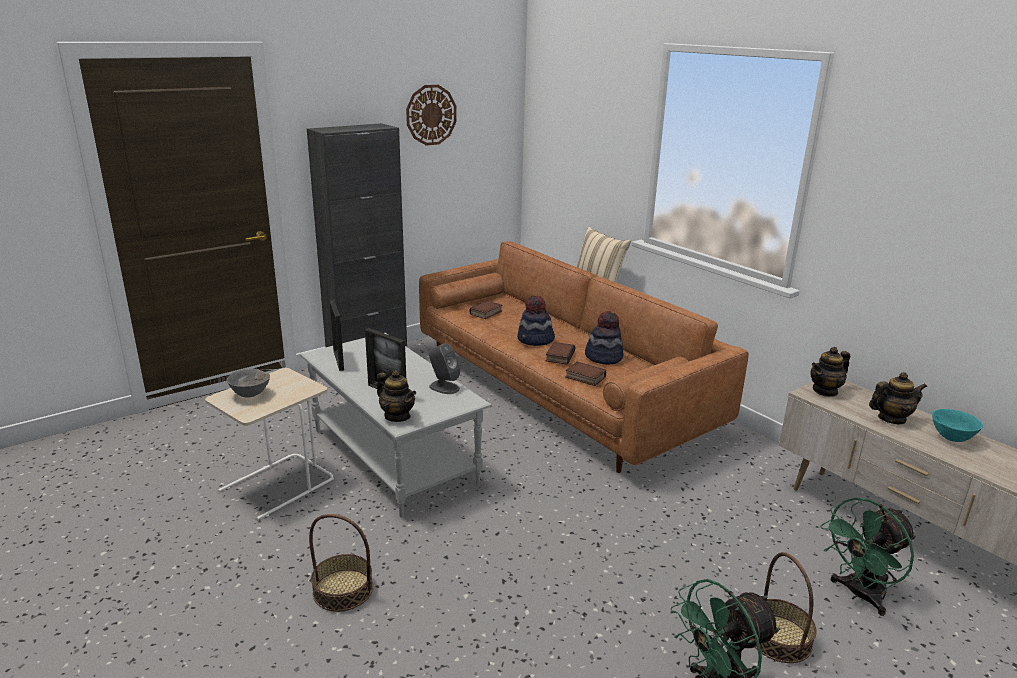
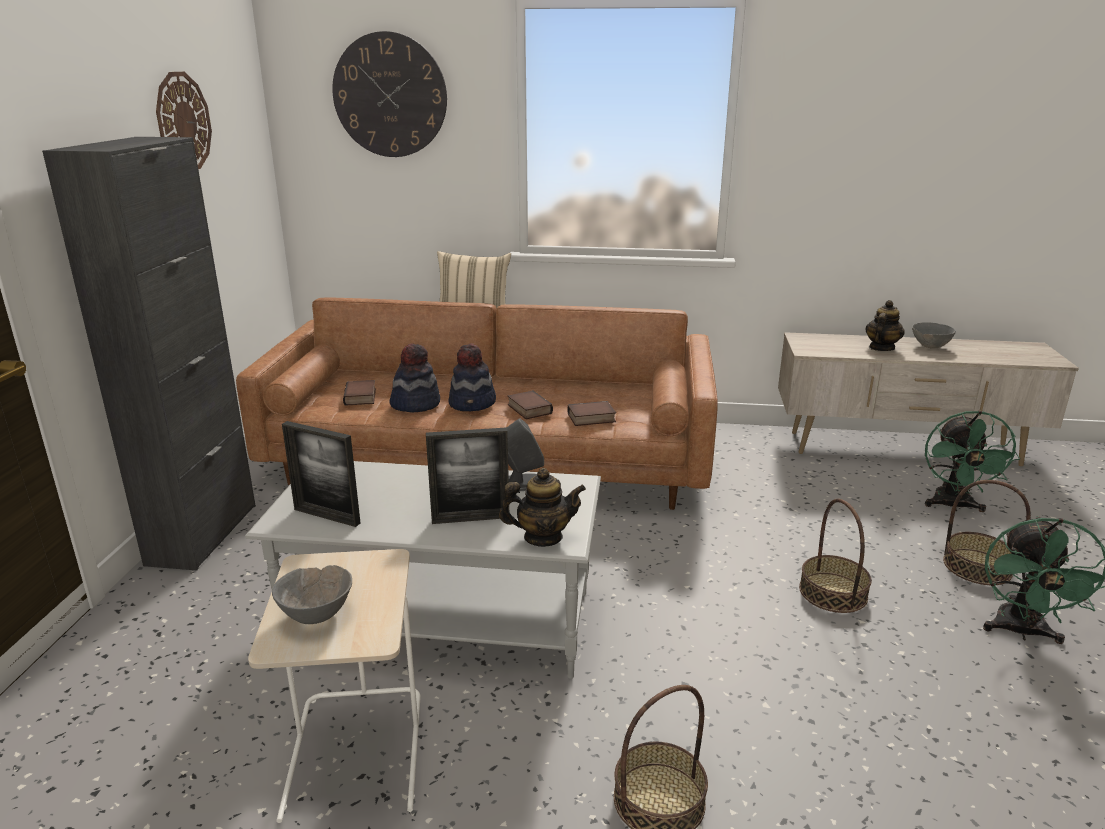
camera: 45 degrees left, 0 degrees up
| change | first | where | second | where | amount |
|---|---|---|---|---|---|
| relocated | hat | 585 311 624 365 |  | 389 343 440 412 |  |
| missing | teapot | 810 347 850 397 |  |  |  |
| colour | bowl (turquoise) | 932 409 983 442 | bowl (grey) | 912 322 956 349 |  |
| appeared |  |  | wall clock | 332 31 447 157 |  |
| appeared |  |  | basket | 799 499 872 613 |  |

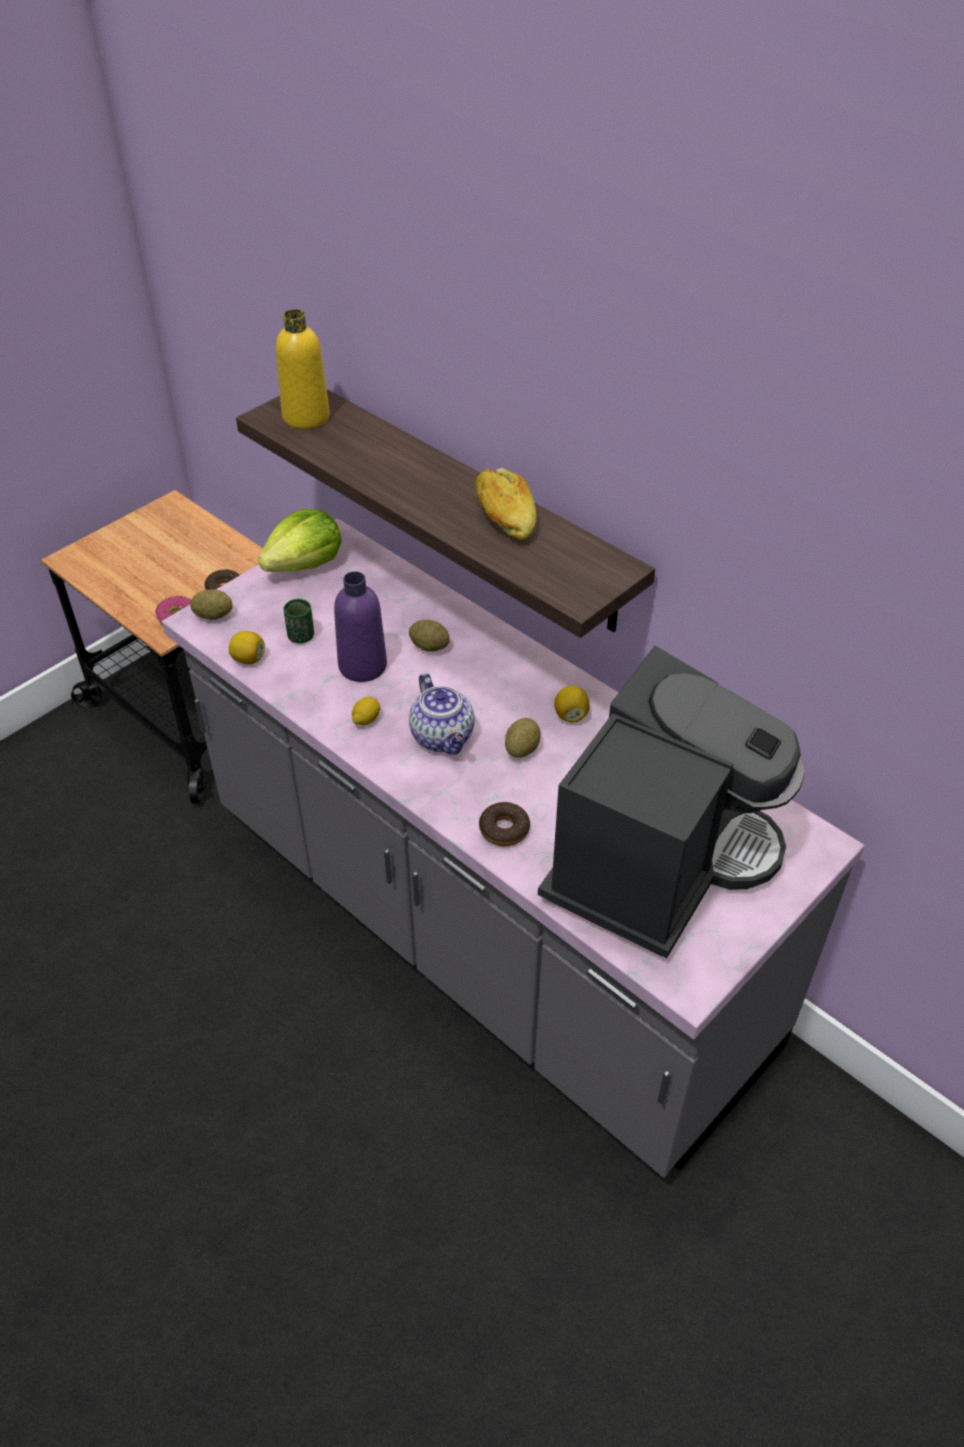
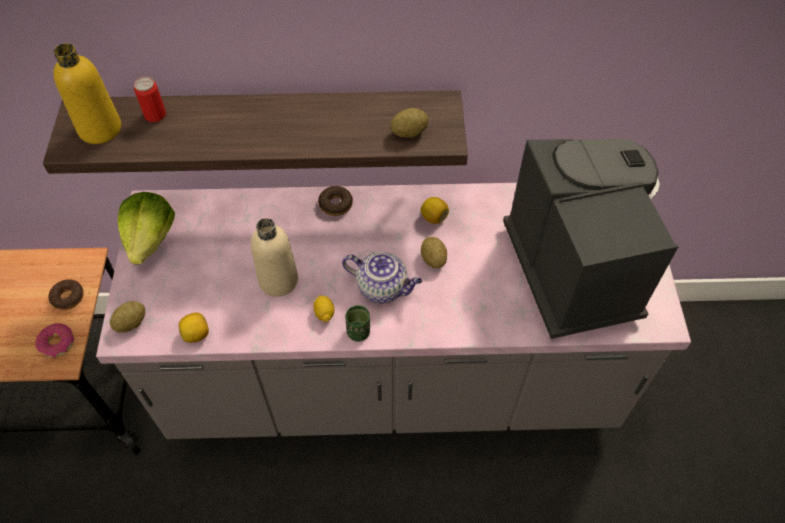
camera: 45 degrees left, 10 degrees up
| change | first | where | second | where | amount |
|---|---|---|---|---|---|
| missing | bread | 475 468 537 540 |  |  |  |
| colour | bottle (purple) | 334 572 387 682 | bottle (beige) | 251 218 298 297 |  |
| relocated | cup (green) | 283 599 314 644 |  | 345 305 370 341 |  |
| relocated | potato | 409 620 450 652 |  | 391 108 429 138 |  |
| relocated | donut | 479 802 530 846 |  | 318 186 353 216 |  |
| appeared |  |  | can | 134 77 166 122 |  |

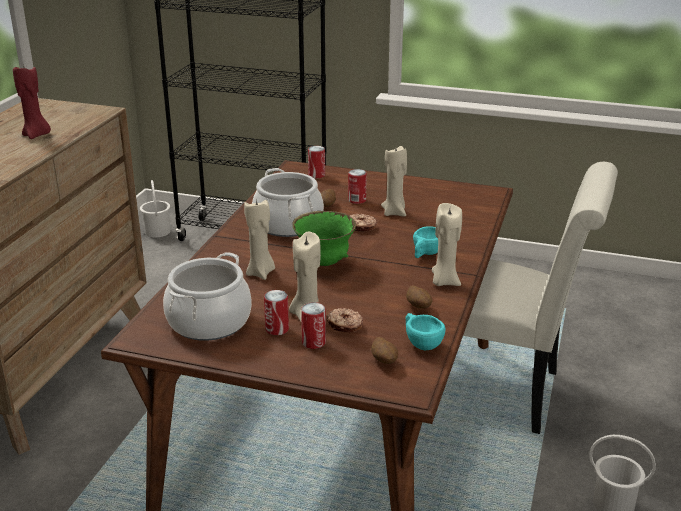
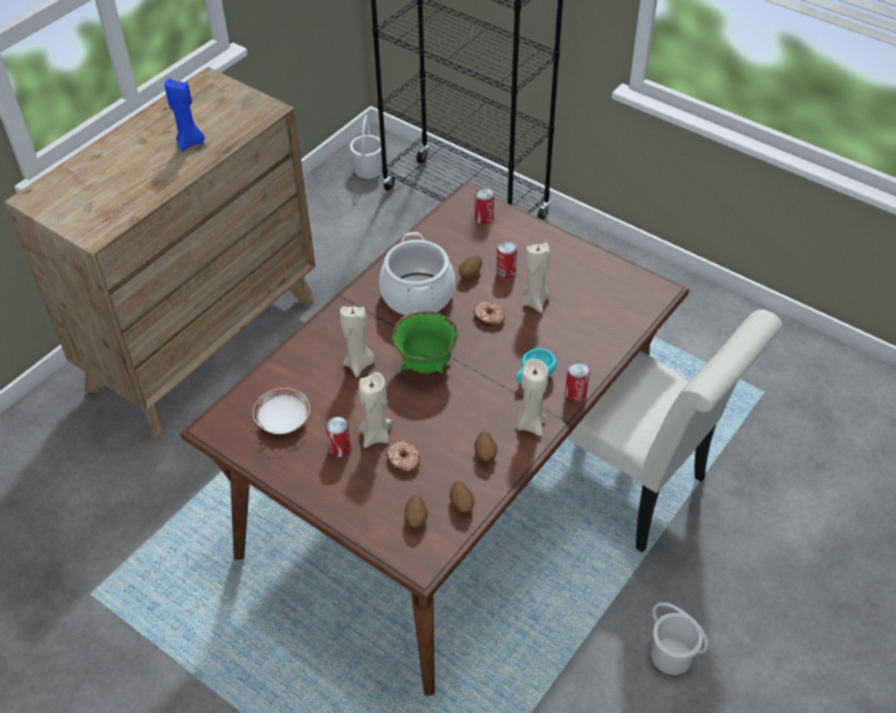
camera: 20 degrees right, 20 degrees up
| change | first | where | second | where | amount |
|---|---|---|---|---|---|
| colour | candle (red) | 13 64 51 139 | candle (blue) | 164 79 205 152 |  |
| exchanged | cooking pot | 163 252 252 341 | plate (white) | 253 388 310 434 |  |
| relocated | can | 301 302 326 349 |  | 565 362 590 402 |  |
| exchanged | cup (turquoise) | 406 313 446 350 | potato | 450 481 474 513 |  |

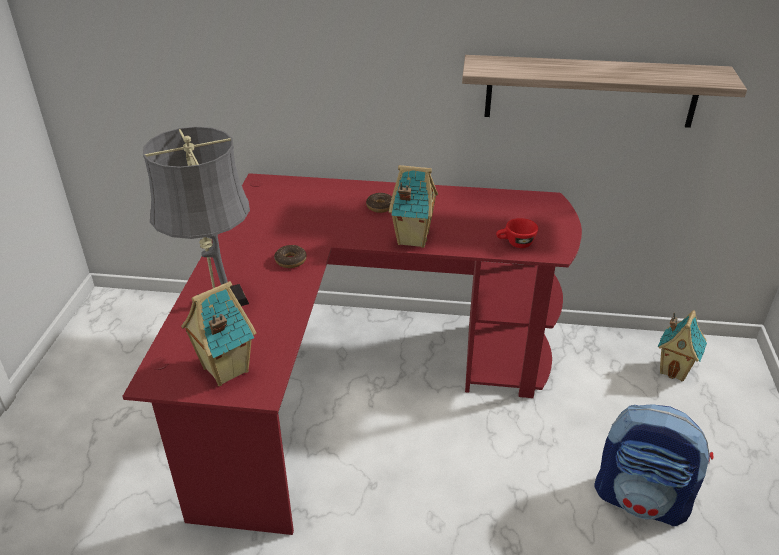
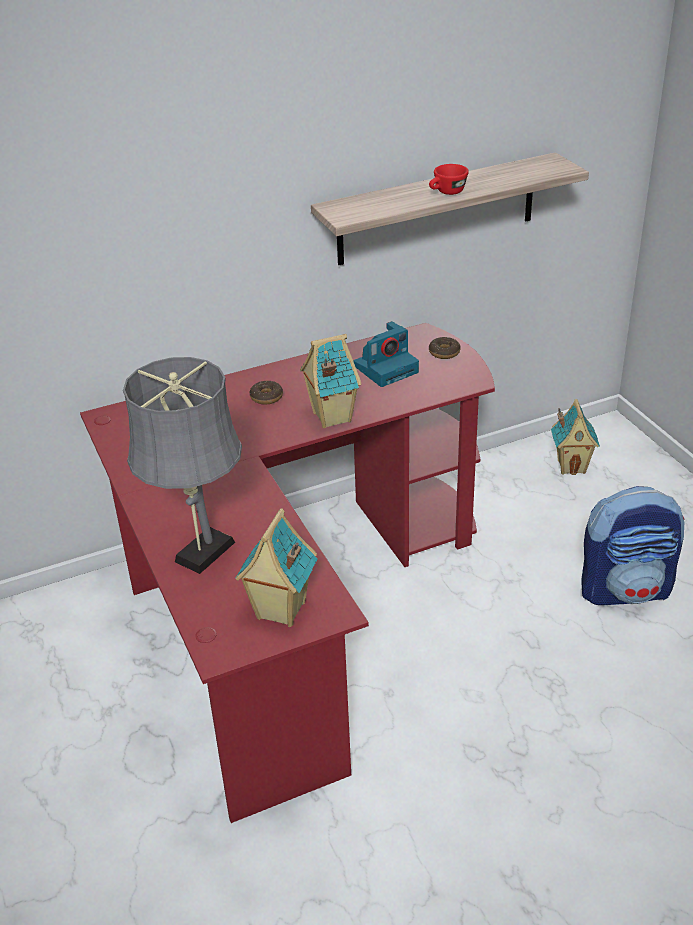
camera: 30 degrees left, 0 degrees up
| change | first | where | second | where | amount |
|---|---|---|---|---|---|
| relocated | cup (red) | 496 218 538 248 |  | 429 164 469 195 |  |
| relocated | donut | 274 245 307 268 |  | 429 337 461 359 |  |
| appeared |  |  | photo camera | 353 321 419 387 |  |

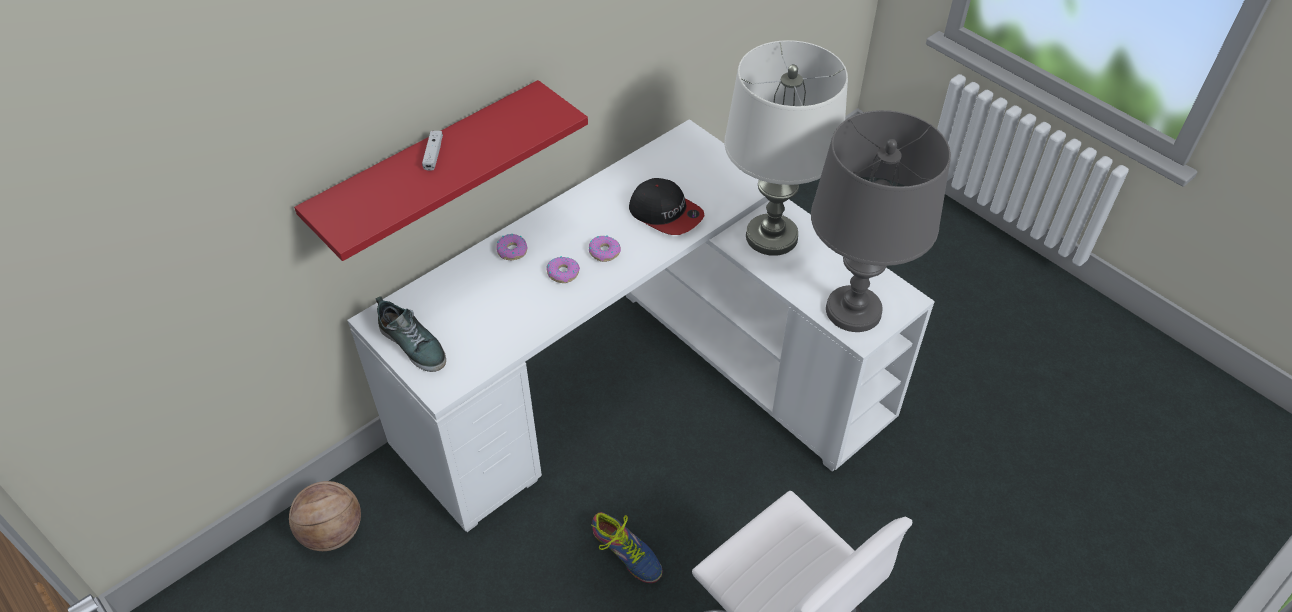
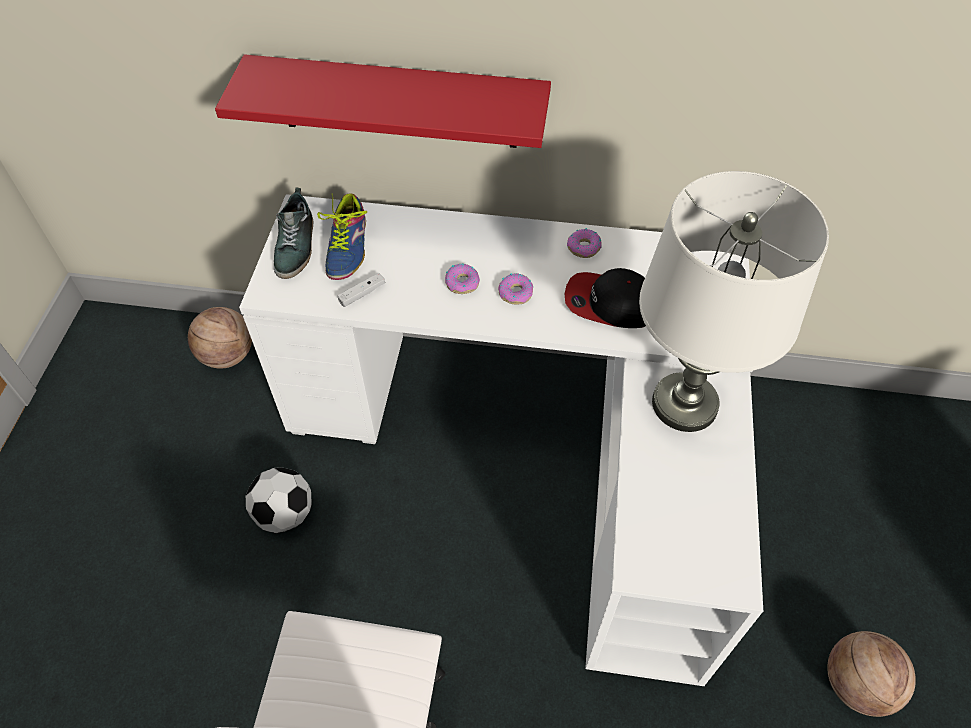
camera: 50 degrees right, 5 degrees up
| change | first | where | second | where | amount |
|---|---|---|---|---|---|
| missing | table lamp (grey) | 811 110 951 332 |  |  |  |
| relocated | game controller (white) | 422 131 443 171 |  | 337 273 385 307 |  |
| spun | cap | 629 178 705 235 |  | 565 268 646 328 | 105 degrees clockwise |
| relocated | donut | 496 234 528 260 |  | 567 228 602 258 |  |
| relocated | shoe | 592 512 663 583 |  | 317 193 367 280 |  |
| appeared |  |  | football | 246 467 312 533 |  |
| appeared |  |  | basketball | 827 631 916 717 |  |

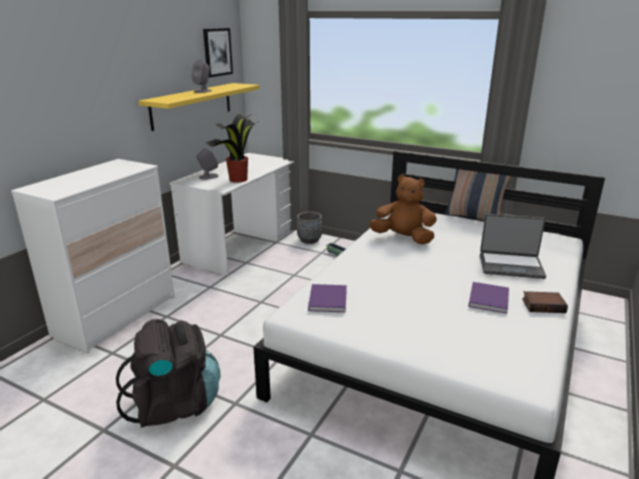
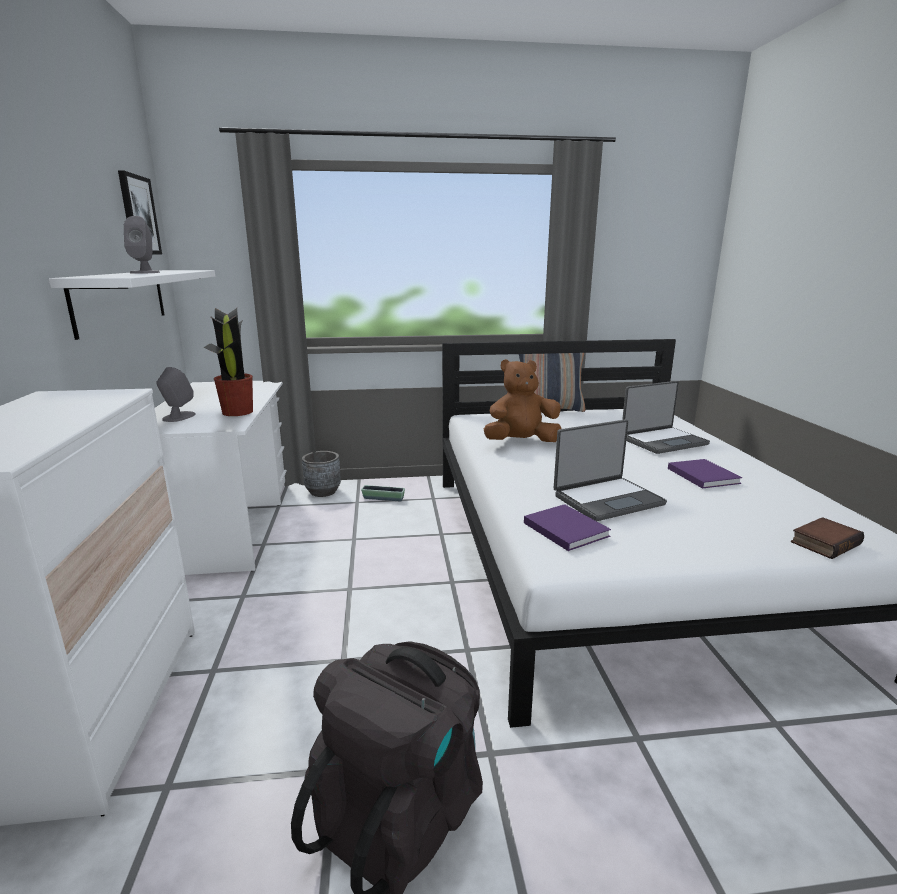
camera: 35 degrees left, 5 degrees down
| change | first | where | second | where | amount |
|---|---|---|---|---|---|
| colour | shelf (yellow) | 138 83 260 131 | shelf (white) | 49 270 215 340 |  |
| relocated | book | 522 291 568 313 |  | 791 517 864 559 |  |
| appeared |  |  | laptop | 554 419 667 521 |  |

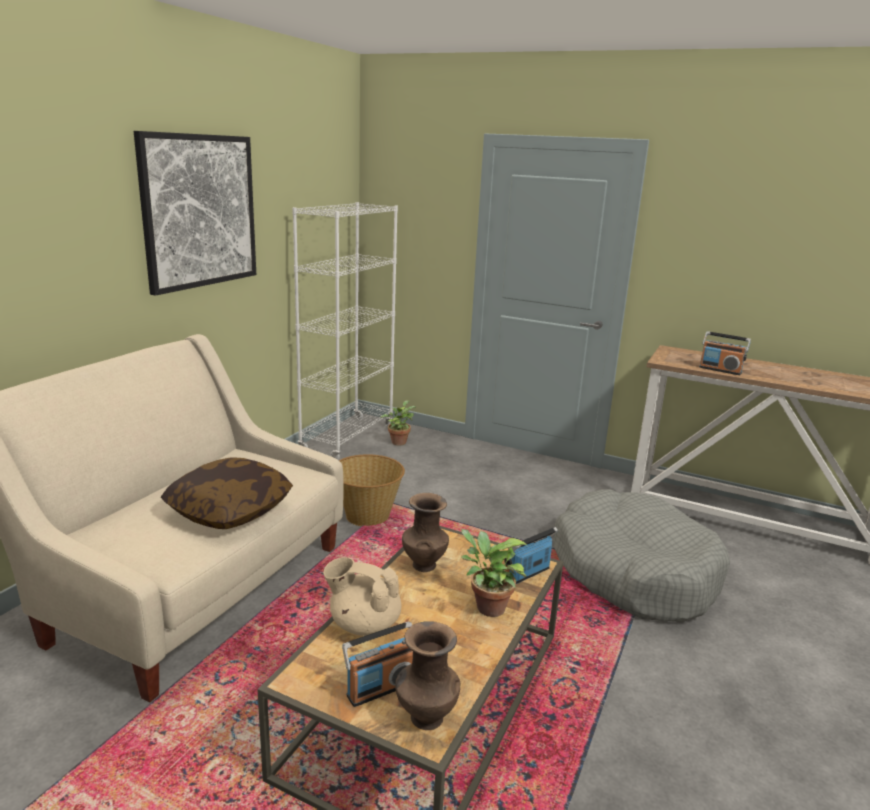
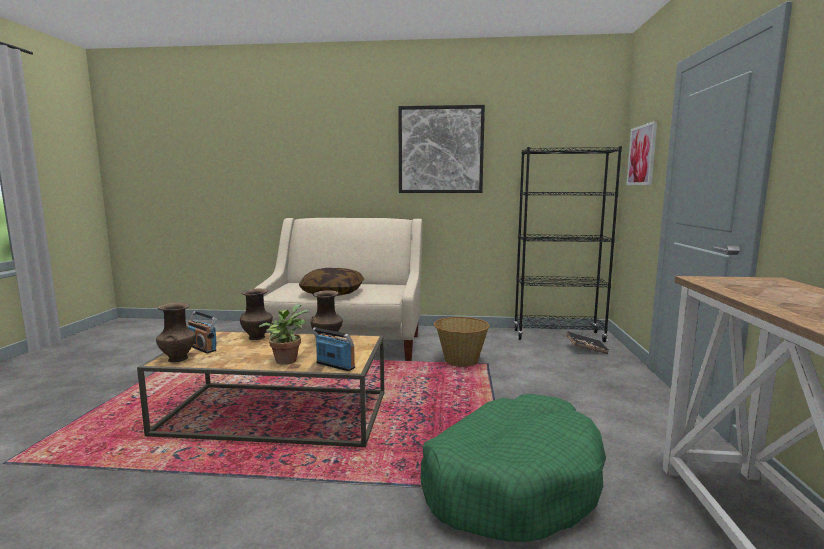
camera: 70 degrees right, 10 degrees down
| change | first | where | second | where | amount |
|---|---|---|---|---|---|
| colour | bookcase (white) | 292 202 398 460 | bookcase (black) | 514 146 622 342 |  |
| missing | radio | 699 331 751 375 |  |  |  |
| exchanged | potted plant | 380 400 416 446 | book (black) | 566 331 609 354 |  |
| colour | dog bed (grey) | 554 489 730 622 | dog bed (green) | 421 394 606 542 |  |
| exchanged | teapot (beige) | 323 557 401 636 | vase (brown) | 240 288 273 340 |  |
| appeared |  |  | picture | 626 121 657 185 |  |

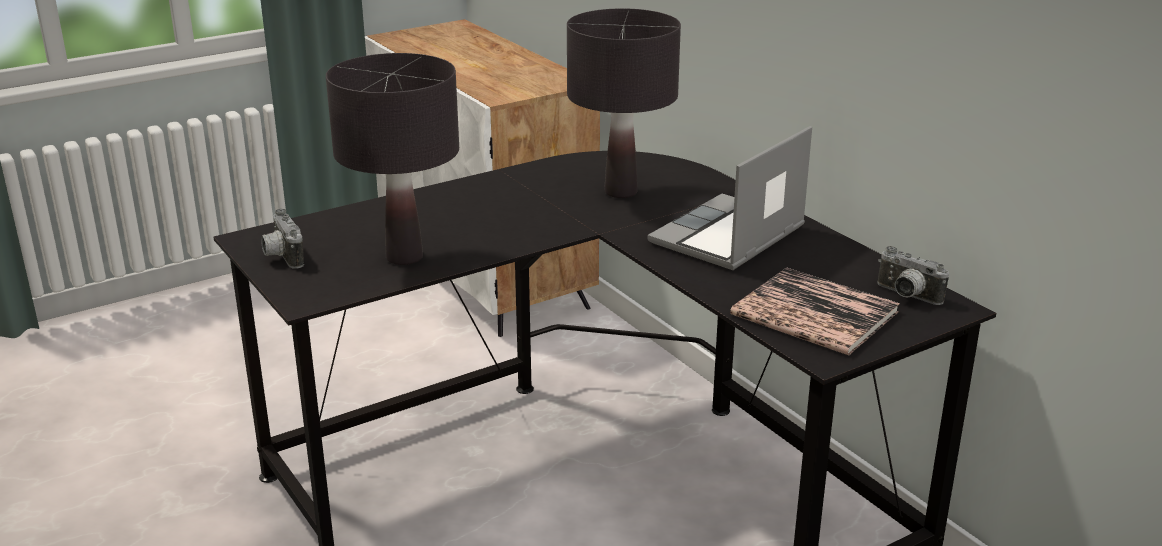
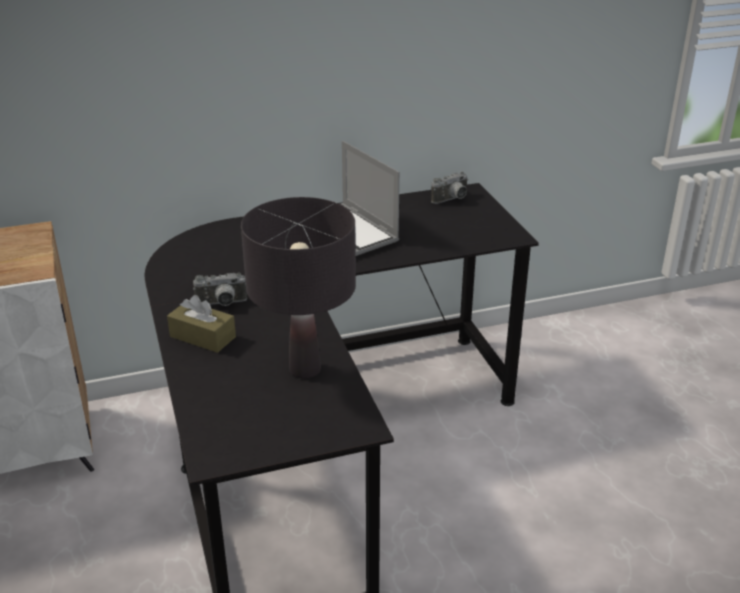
camera: 75 degrees left, 5 degrees up
| change | first | where | second | where | amount |
|---|---|---|---|---|---|
| missing | table lamp (black) | 567 8 681 198 |  |  |  |
| relocated | photo camera | 261 209 304 268 |  | 193 273 247 306 |  |
| missing | book | 730 267 900 355 |  |  |  |
| appeared |  |  | tissue box (brown) | 167 295 236 353 |  |

